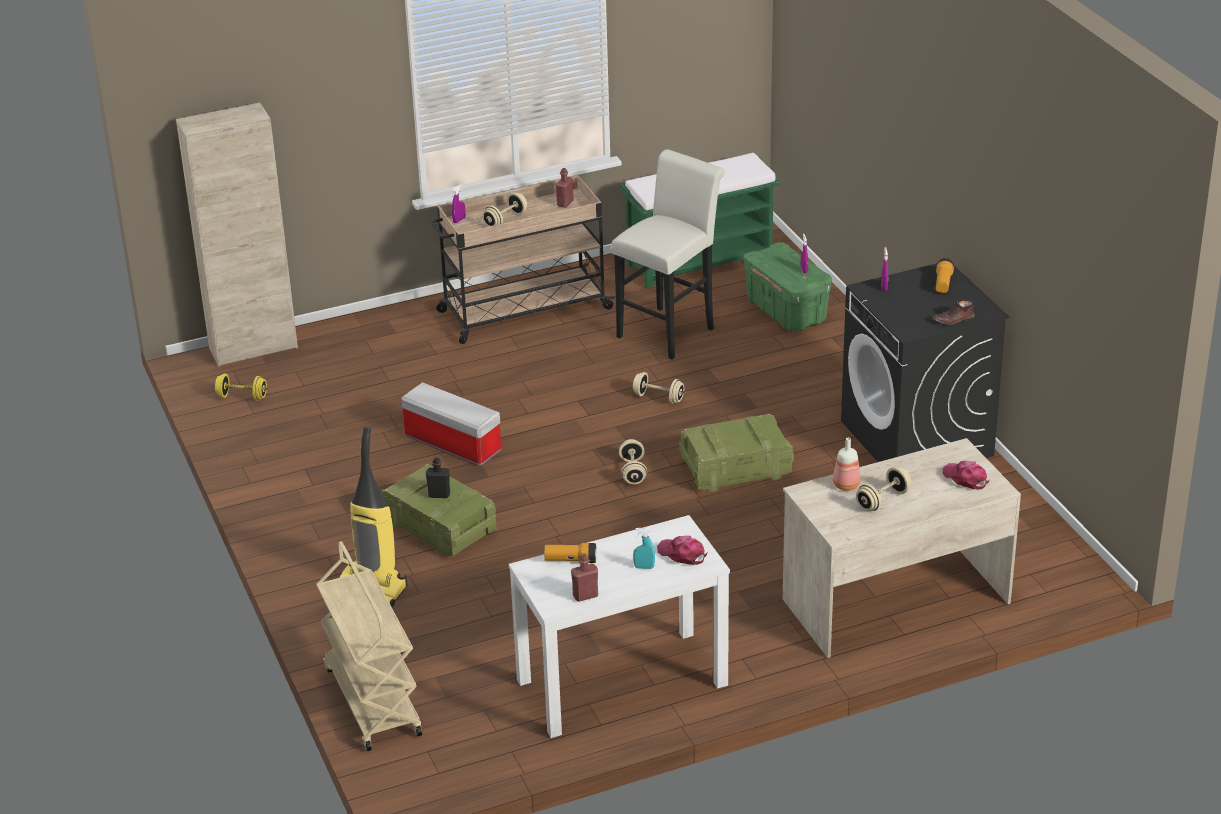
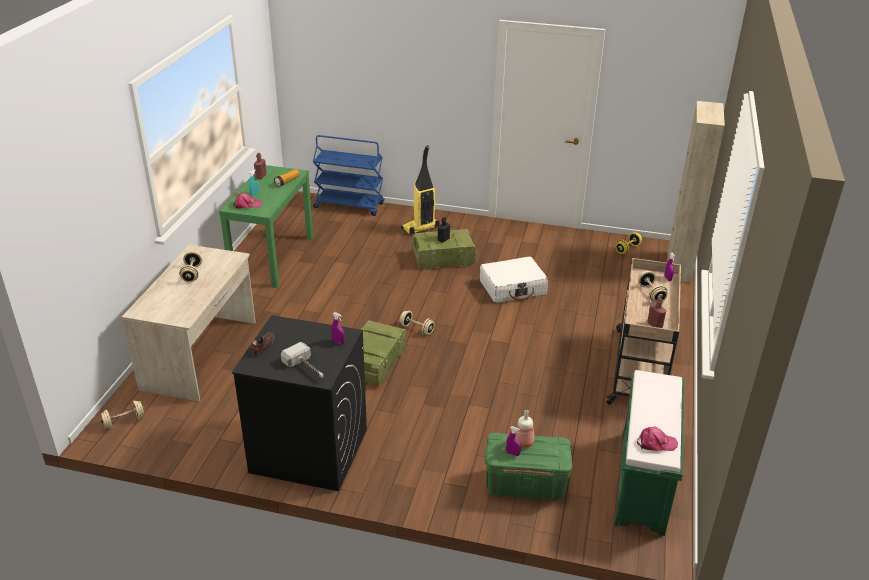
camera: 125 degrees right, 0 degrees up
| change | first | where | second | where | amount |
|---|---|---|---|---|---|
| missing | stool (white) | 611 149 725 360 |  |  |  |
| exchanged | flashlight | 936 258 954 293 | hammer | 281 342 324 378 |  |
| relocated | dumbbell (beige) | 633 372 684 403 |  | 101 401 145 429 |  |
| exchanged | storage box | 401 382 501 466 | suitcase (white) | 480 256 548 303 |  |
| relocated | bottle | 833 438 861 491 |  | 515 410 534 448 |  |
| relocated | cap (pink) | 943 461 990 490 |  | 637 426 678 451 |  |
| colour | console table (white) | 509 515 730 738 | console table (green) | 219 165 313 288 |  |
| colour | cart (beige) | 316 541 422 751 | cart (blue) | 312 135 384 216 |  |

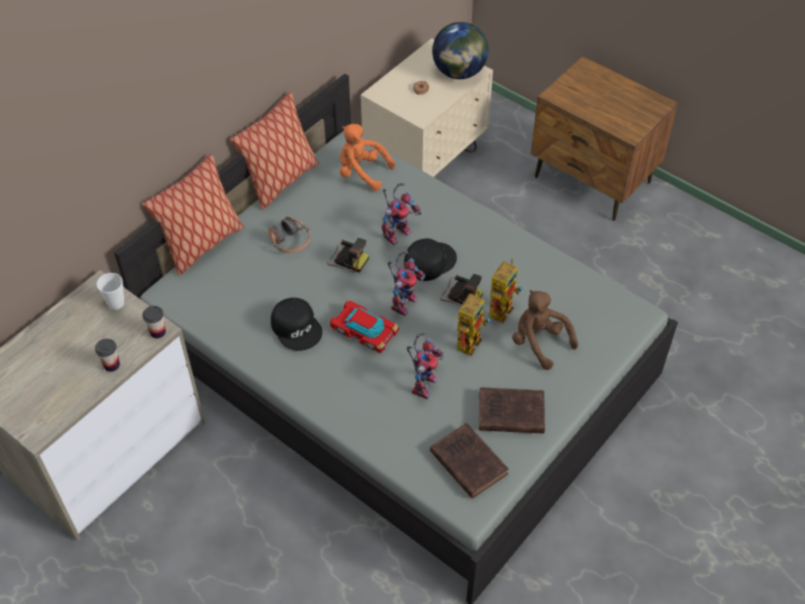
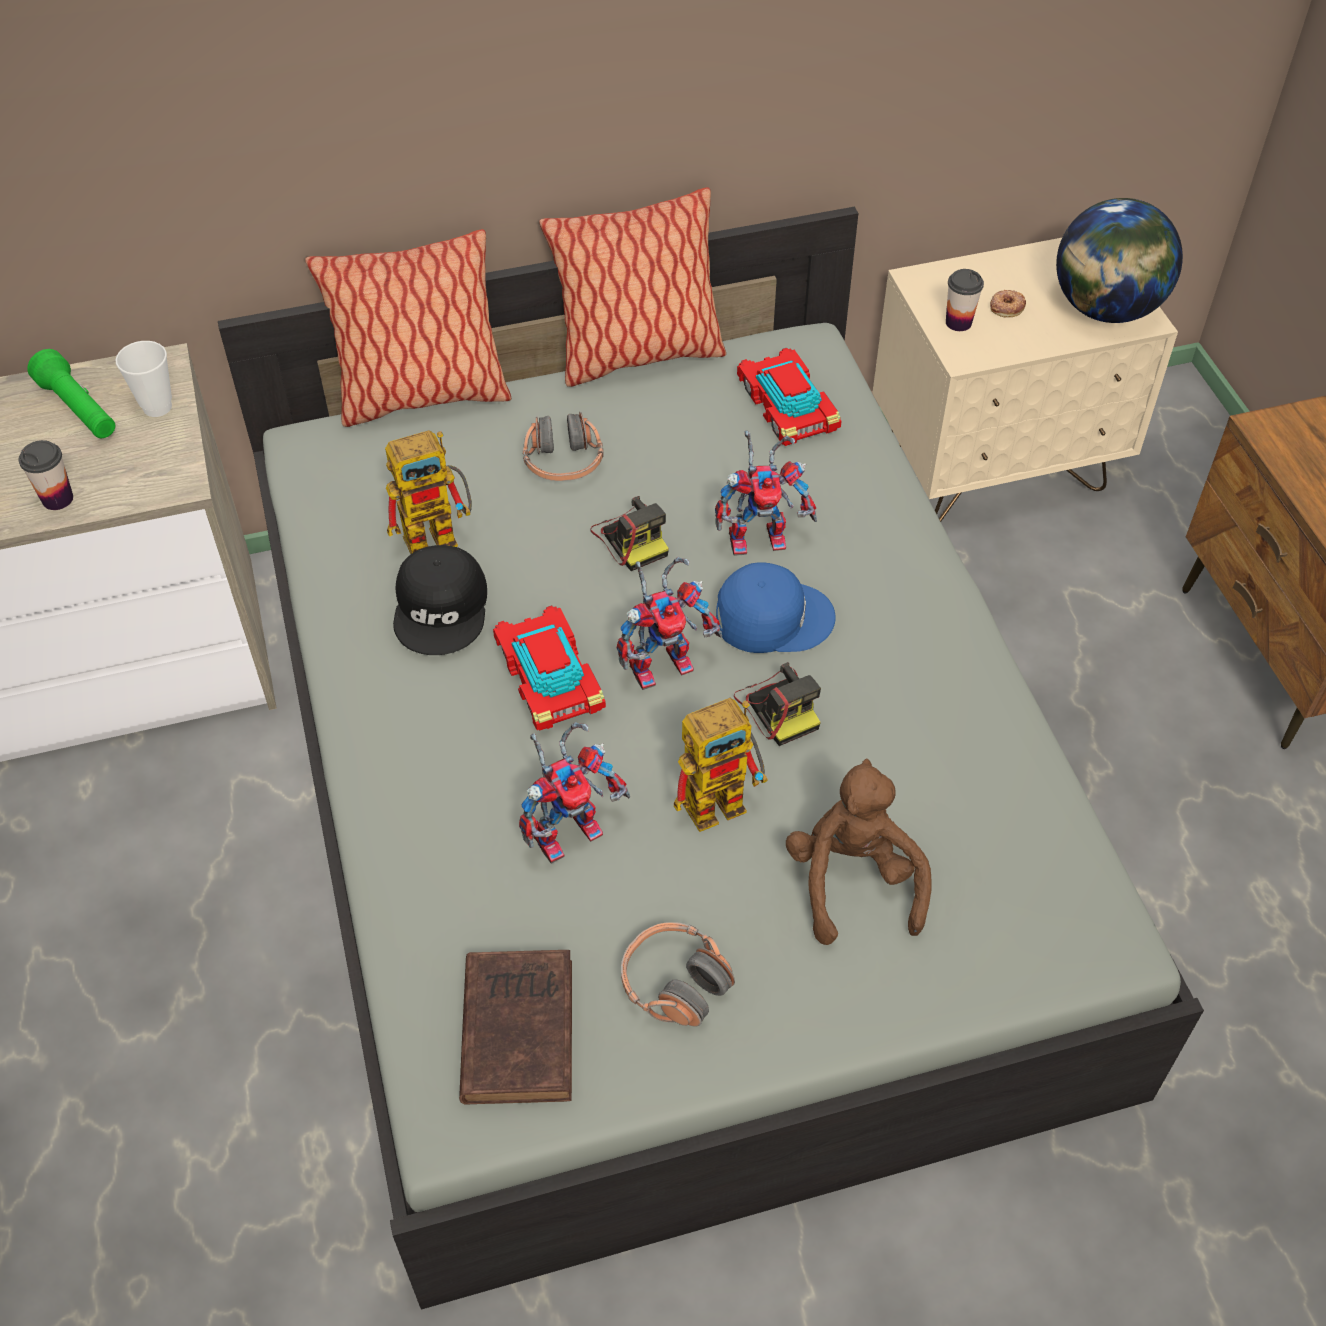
camera: 35 degrees right, 0 degrees up
| change | first | where | second | where | amount |
|---|---|---|---|---|---|
| exchanged | plush toy (orange) | 340 124 395 191 | toy car | 737 348 842 446 |  |
| colour | cap (black) | 404 238 457 281 | cap (blue) | 716 562 836 653 |  |
| relocated | toy robot | 489 259 523 323 |  | 385 430 472 554 |  |
| relocated | cup | 142 306 166 339 |  | 946 269 984 331 |  |
| exchanged | book (brown) | 479 387 545 434 | headphones | 621 922 735 1026 |  |
| appeared |  |  | flashlight (green) | 27 349 115 438 |  |

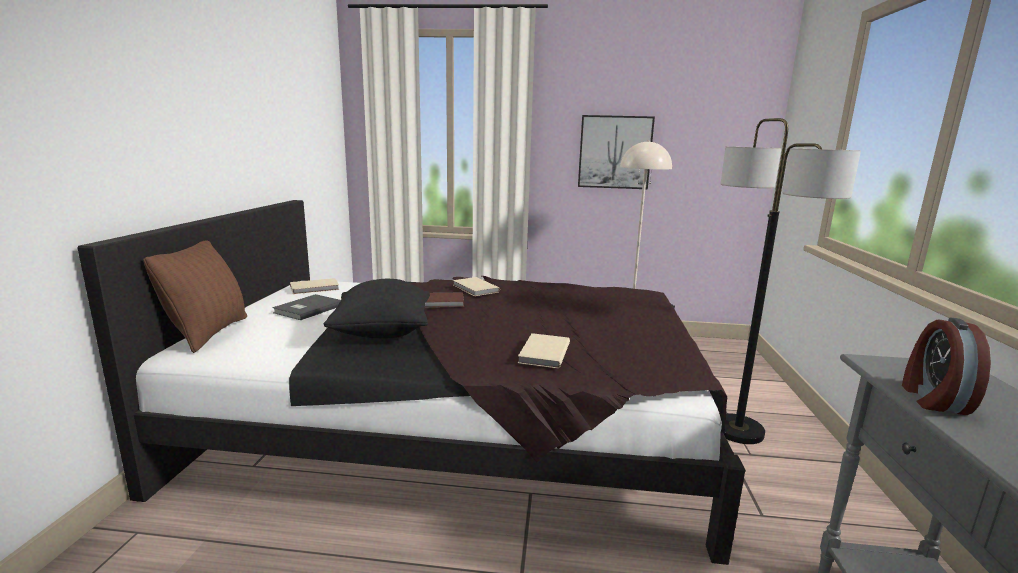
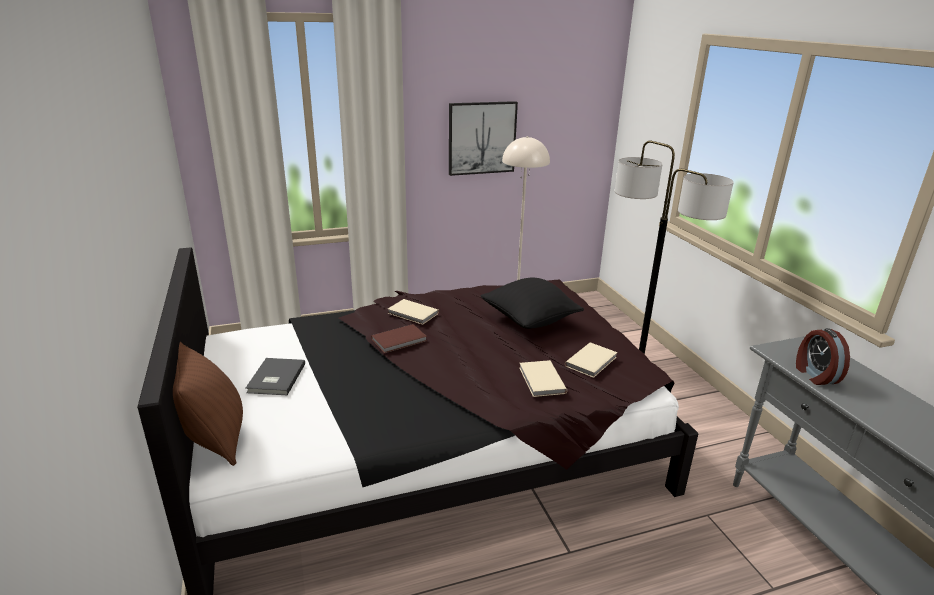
camera: 25 degrees left, 10 degrees up
| change | first | where | second | where | amount |
|---|---|---|---|---|---|
| relocated | book (beige) | 290 278 340 294 |  | 565 342 618 378 |  |
| relocated | pillow (black) | 324 279 430 338 |  | 481 278 584 329 |  |

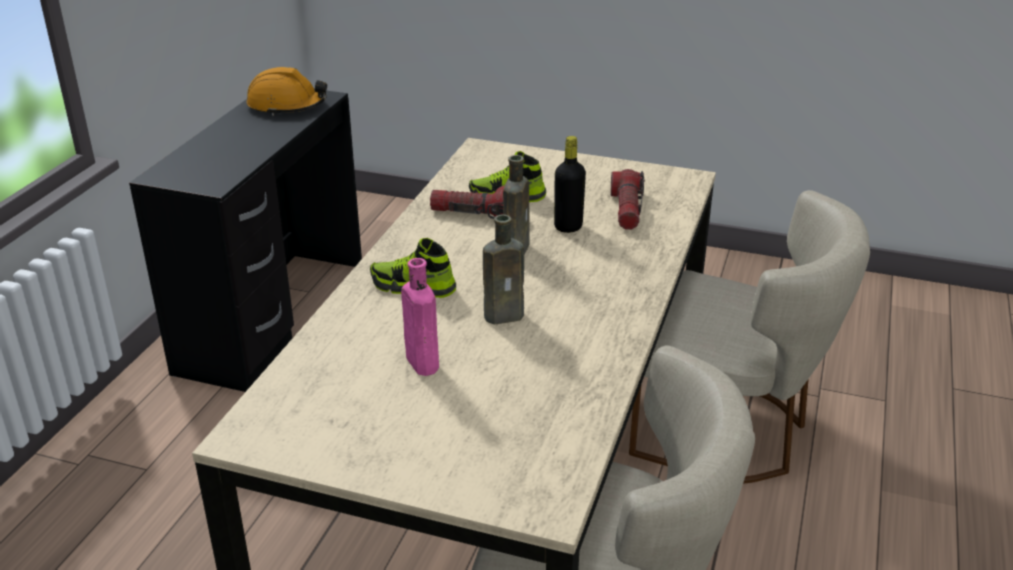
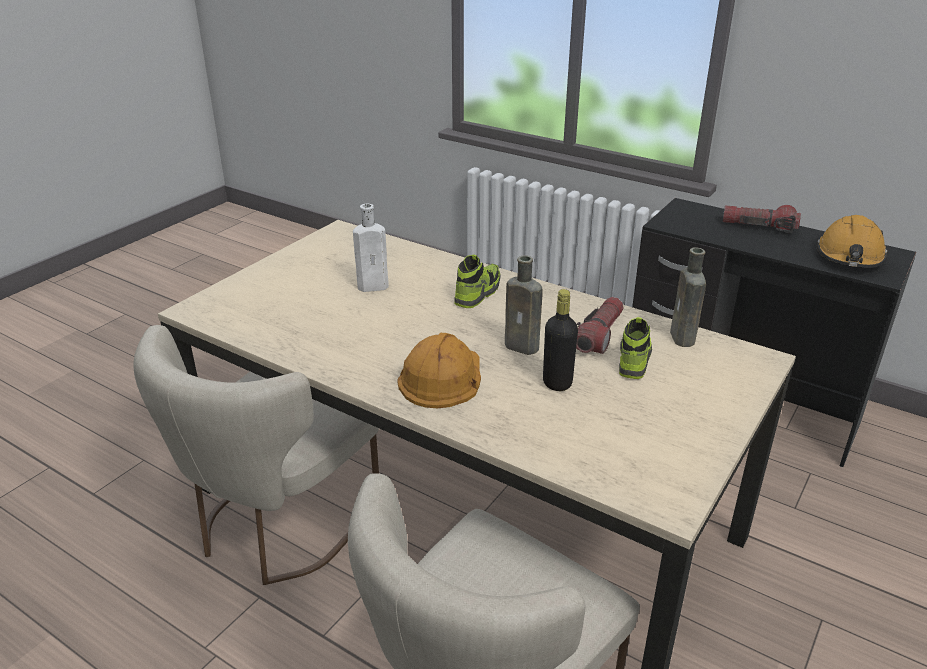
camera: 105 degrees right, 0 degrees up
| change | first | where | second | where | amount |
|---|---|---|---|---|---|
| relocated | flashlight | 611 169 645 230 |  | 723 205 801 233 |  |
| relocated | bottle (brown) | 483 215 524 324 |  | 670 247 706 347 |  |
| colour | bottle (pink) | 401 258 439 376 | bottle (white) | 353 204 389 292 |  |
| appeared |  |  | hard hat (orange) | 397 333 481 408 |  |

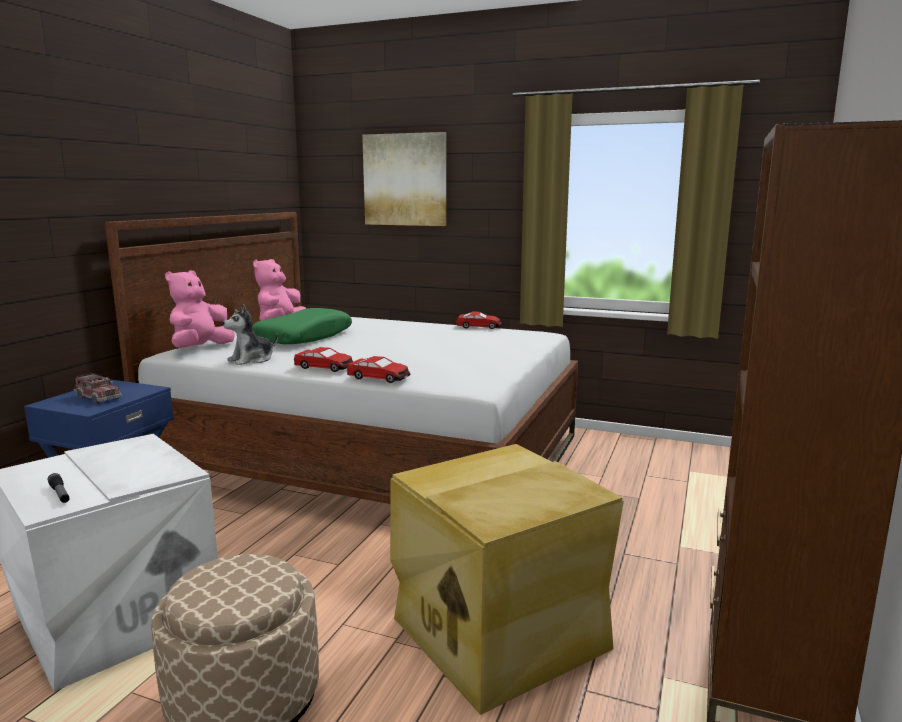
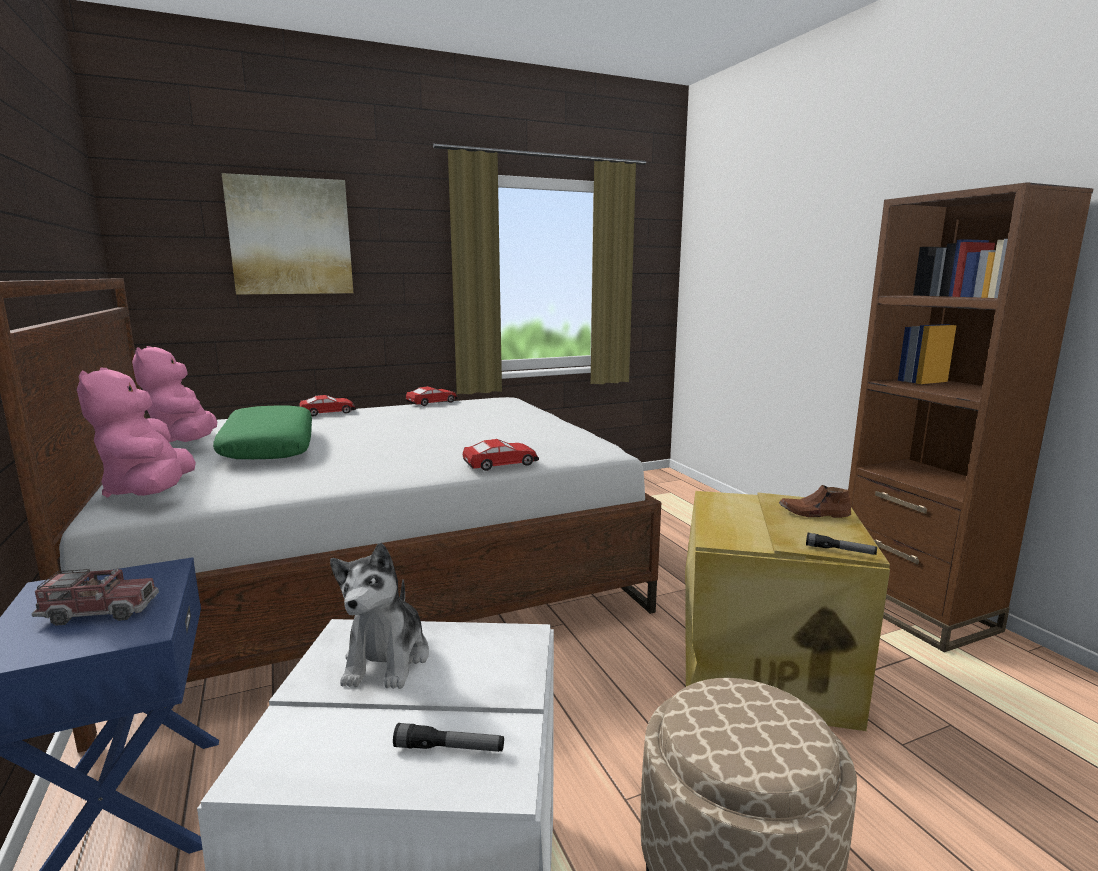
camera: 45 degrees left, 0 degrees up
| change | first | where | second | where | amount |
|---|---|---|---|---|---|
| relocated | plush toy | 223 304 278 365 |  | 330 542 429 689 |  |
| relocated | toy car | 294 347 353 372 |  | 299 395 356 416 |  |
| appeared |  |  | shoe (brown) | 779 485 851 518 |  |
| appeared |  |  | flashlight | 806 533 877 555 |  |

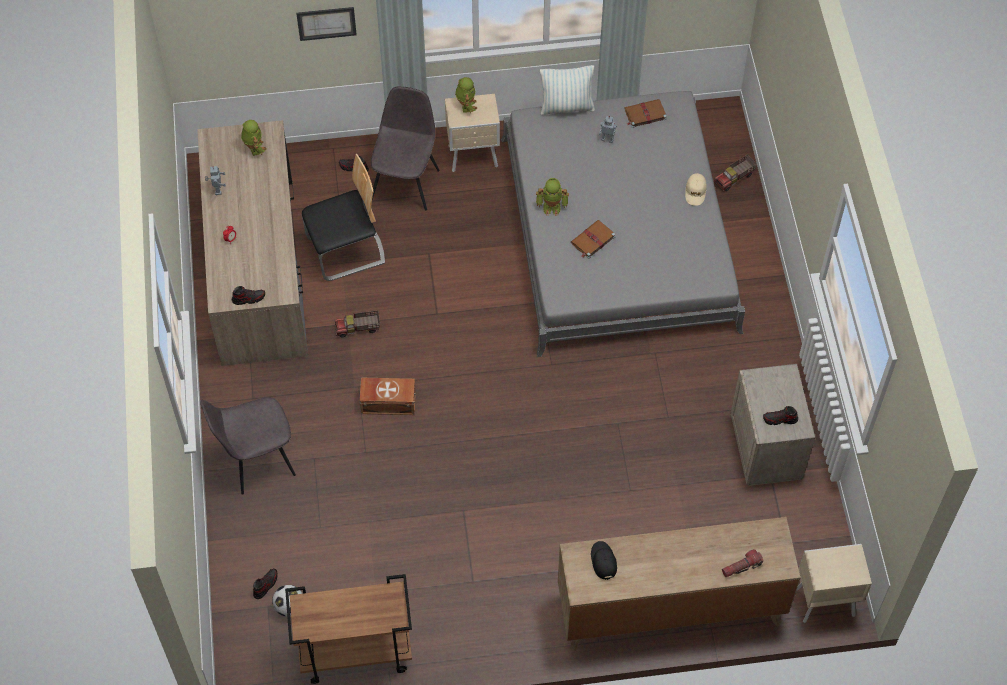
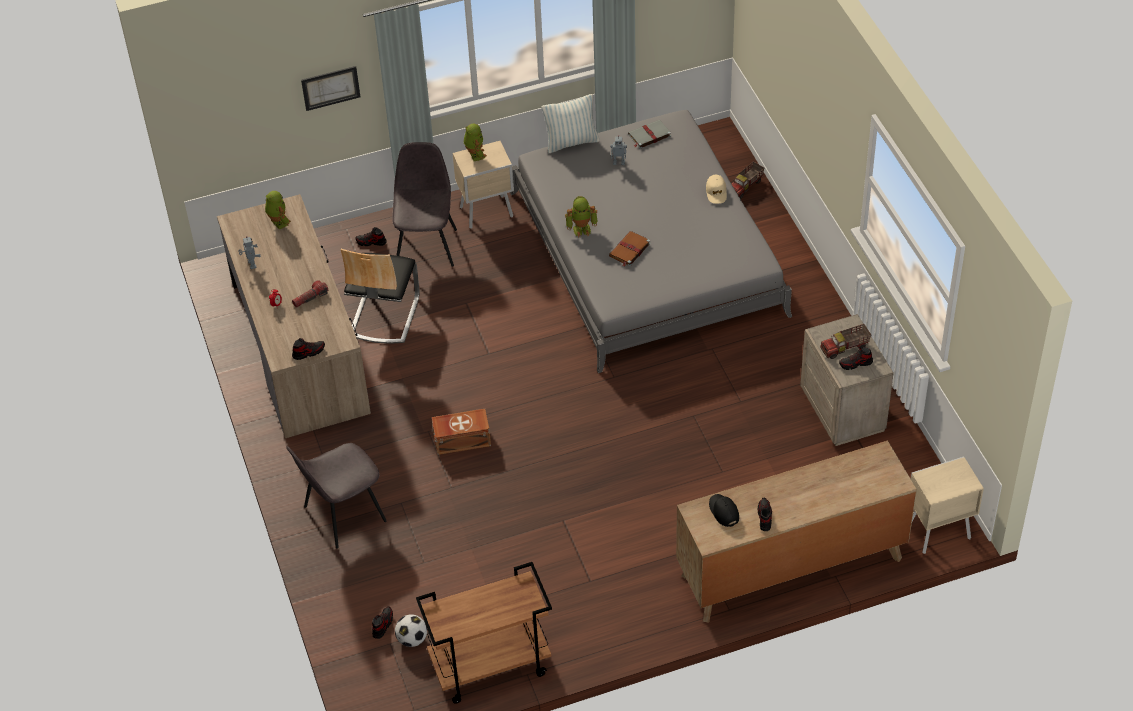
camera: 10 degrees left, 10 degrees down
| change | first | where | second | where | amount |
|---|---|---|---|---|---|
| colour | book (brown) | 624 99 667 128 | book (grey) | 628 120 671 149 |  |
| spun | chair | 302 154 385 281 |  | 341 249 420 344 | 135 degrees clockwise |
| relocated | toy truck | 335 310 380 337 |  | 820 324 871 359 |  |
| relocated | flashlight | 722 549 763 577 |  | 292 280 328 308 |  |
| appeared |  |  | shoe | 758 498 772 531 |  |

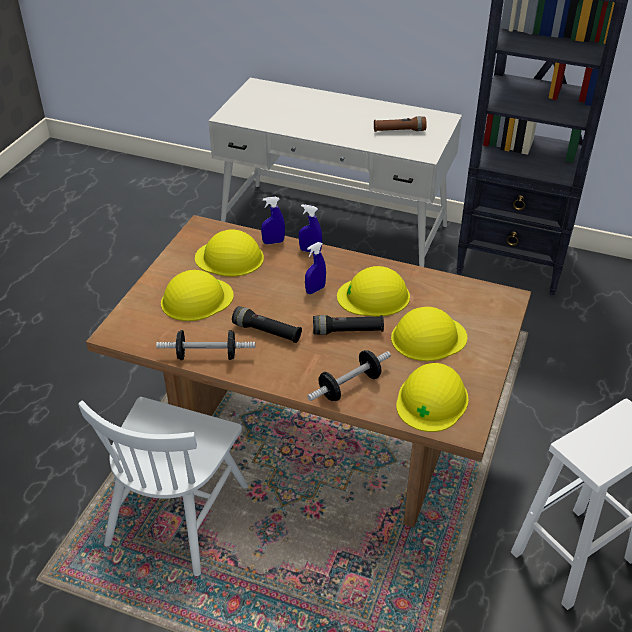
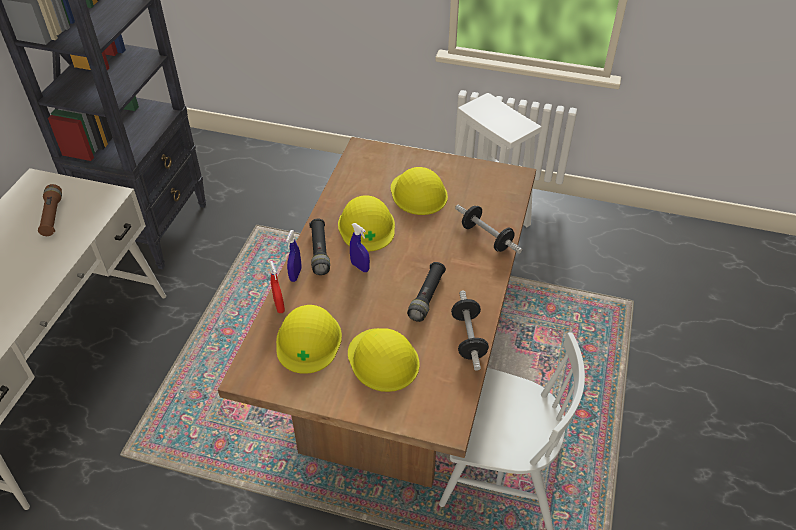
camera: 95 degrees left, 5 degrees up
| change | first | where | second | where | amount |
|---|---|---|---|---|---|
| colour | spray bottle (blue) | 261 197 285 244 | spray bottle (red) | 269 261 285 313 |  |
| relocated | flashlight (black) | 313 315 384 335 |  | 309 219 330 275 |  |
| missing | hard hat (yellow) | 396 363 468 432 |  |  |  |

